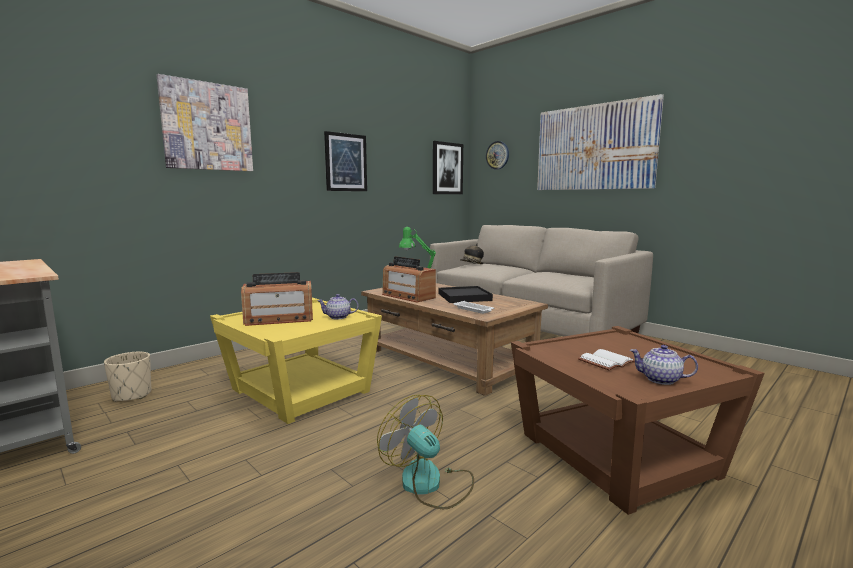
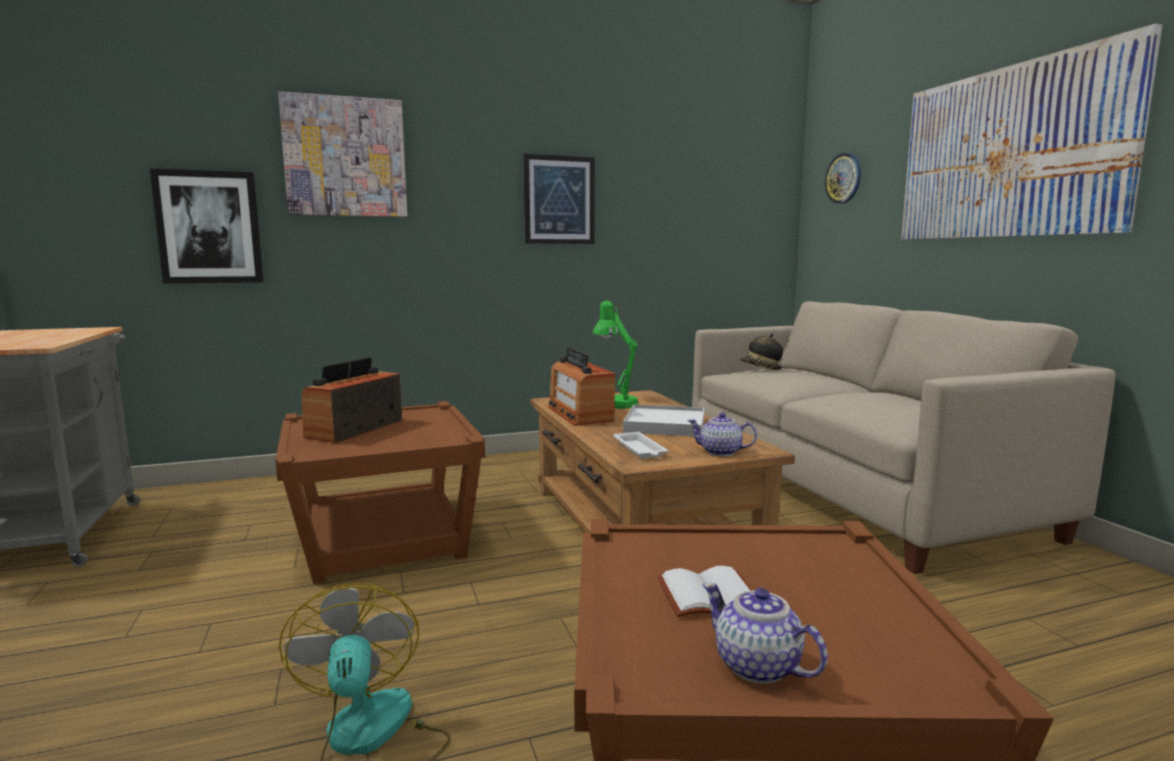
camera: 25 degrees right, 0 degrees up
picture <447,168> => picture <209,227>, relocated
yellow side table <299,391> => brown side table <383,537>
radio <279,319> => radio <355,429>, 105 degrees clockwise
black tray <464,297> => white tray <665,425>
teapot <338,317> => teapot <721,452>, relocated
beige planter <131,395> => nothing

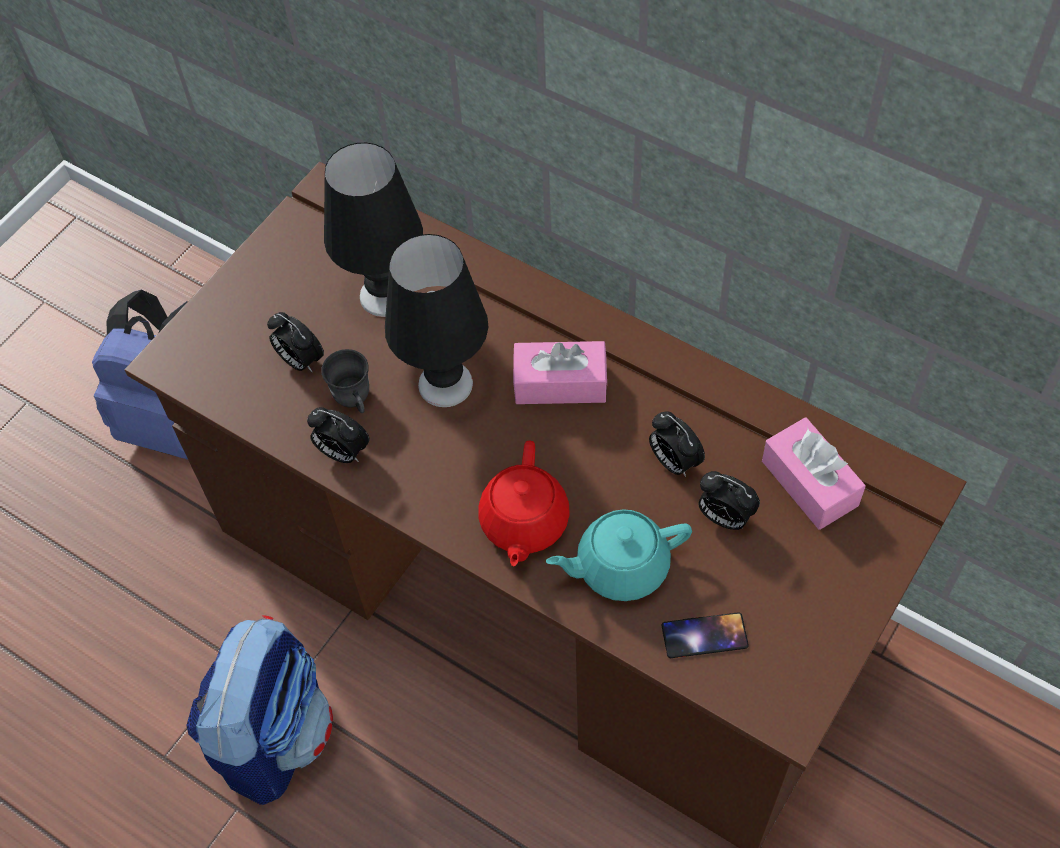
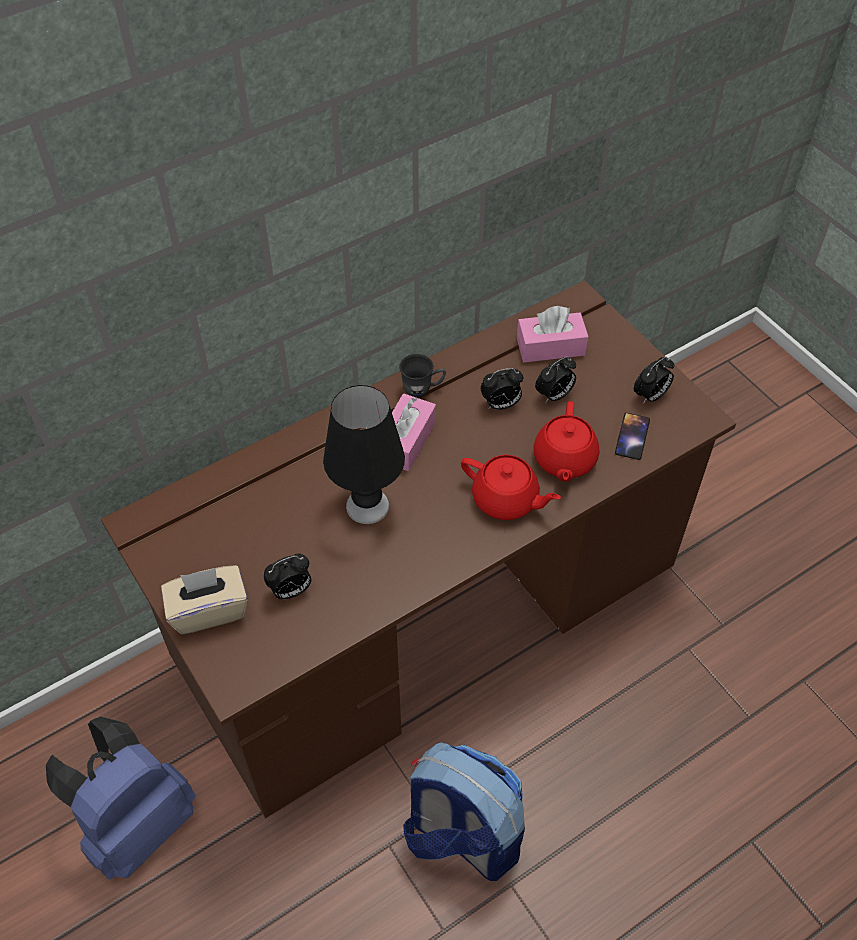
camera: 70 degrees left, 5 degrees down
nothing => beige tissue box <209,610>
grey mug <355,402> => grey mug <422,389>, relocated
turquoise teapot <620,566> => red teapot <564,460>
alarm clock <342,452> => alarm clock <650,396>, relocated
black table lamp <385,295> => nothing

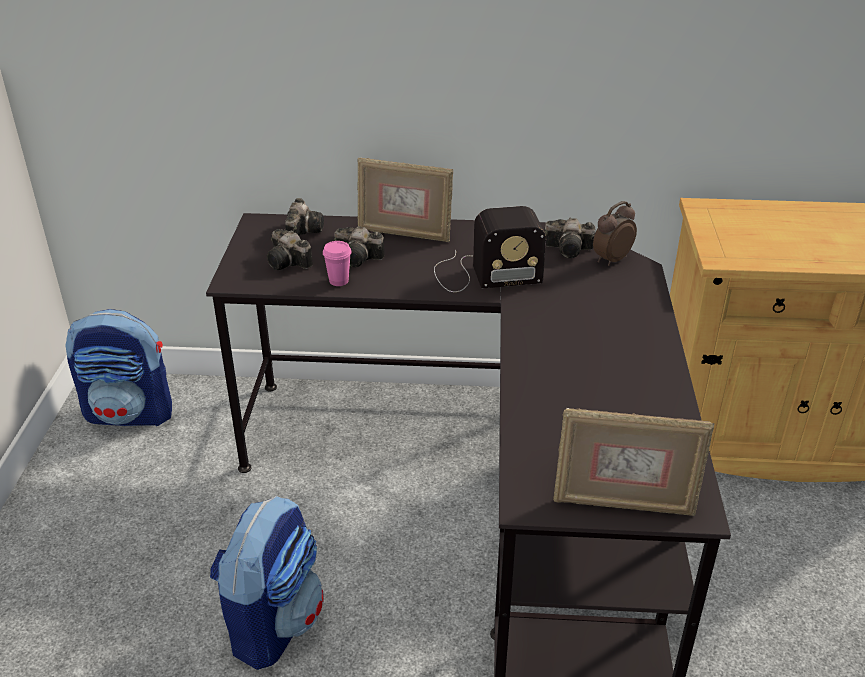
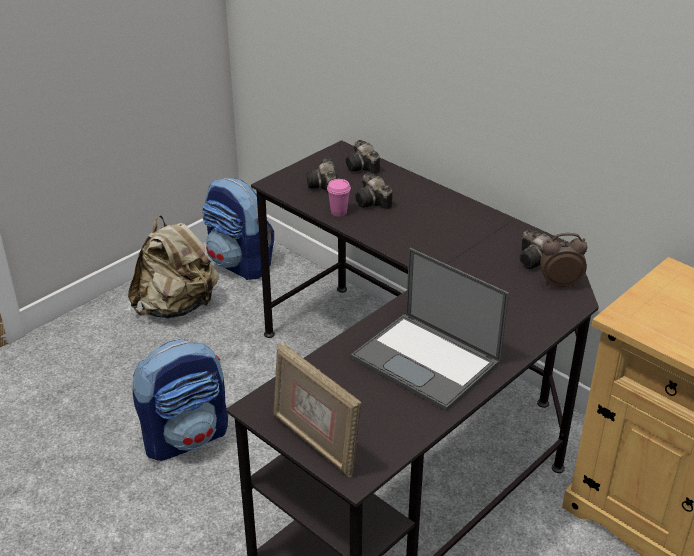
camera: 40 degrees right, 0 degrees up
nothing => beige backpack <177,307>
photo camera <303,230> => photo camera <363,168>, 105 degrees clockwise
nothing => laptop <427,361>
picture frame <404,234> => nothing
radio <483,274> => nothing

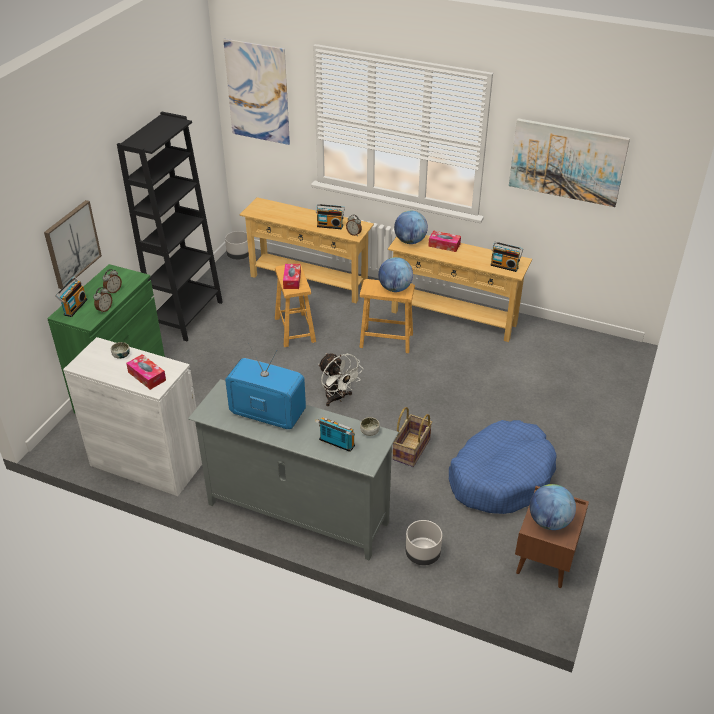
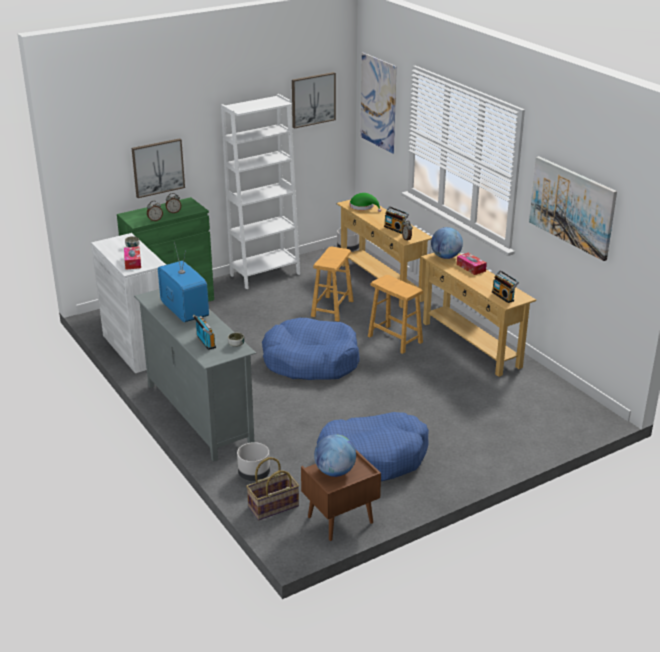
camera: 35 degrees right, 10 degrees down
black bookcase <187,316> => white bookcase <265,274>
basket <412,450> => basket <273,507>, relocated
white fan <337,398> => blue dog bed <311,361>
nothing => picture <313,99>
nothing => green hat <363,207>
radio <74,307> => nothing
tissue box <292,280> => nothing
globe <395,288> => nothing

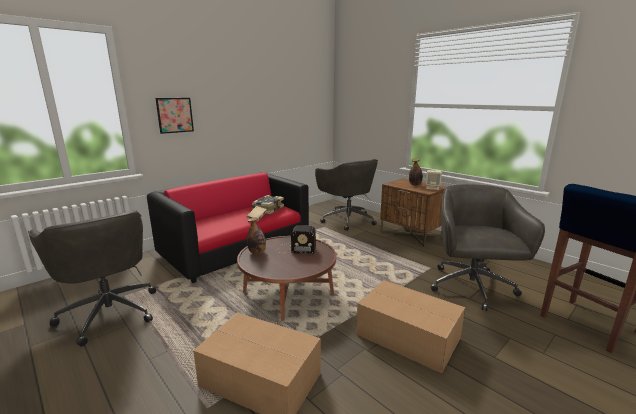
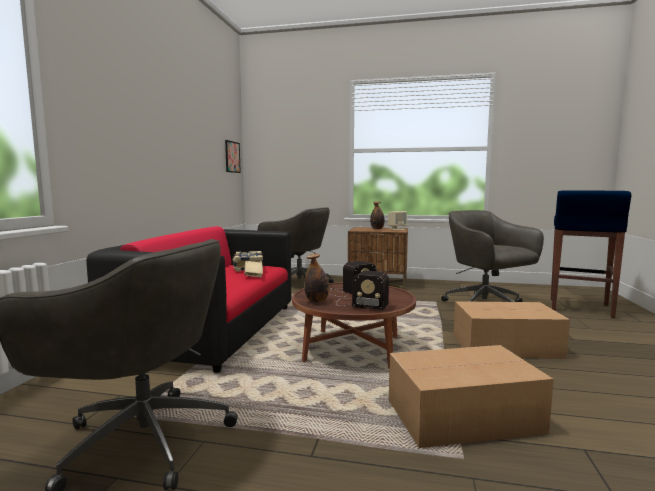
camera: 35 degrees left, 10 degrees down
picture <175,115> => picture <232,157>, relocated
nothing => radio <359,303>

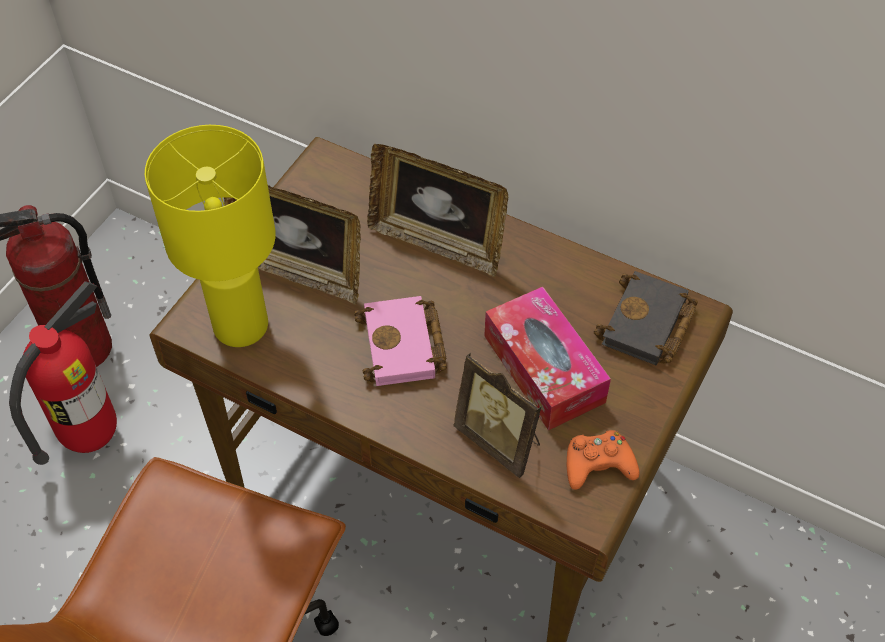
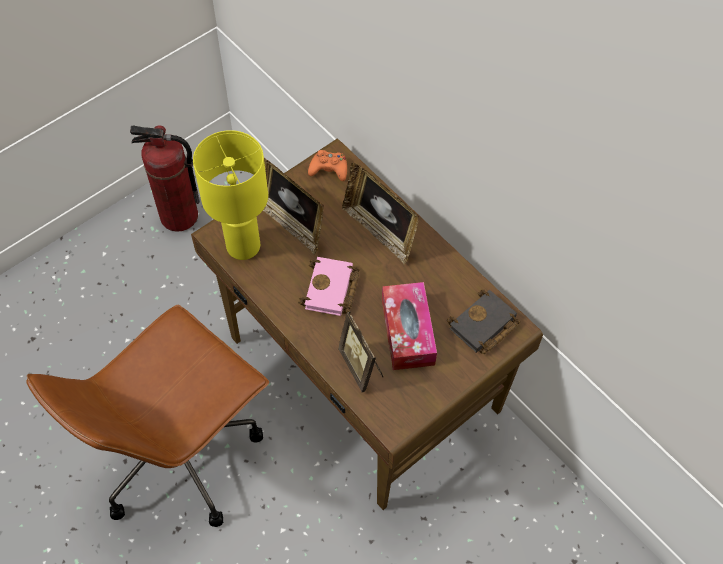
camera: 20 degrees right, 5 degrees up
orange game controller <598,464> => orange game controller <329,169>, relocated
fire extinguisher <90,436> => nothing

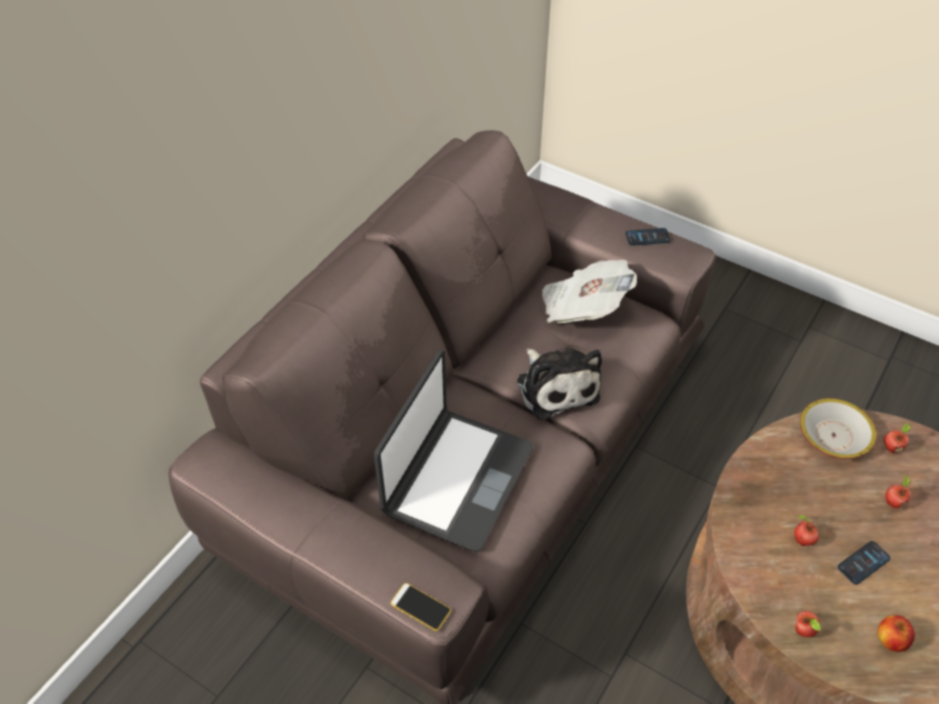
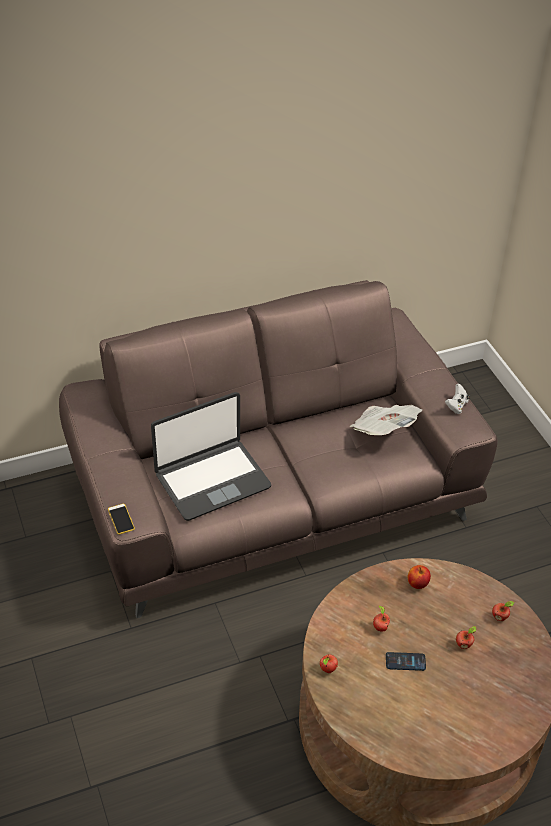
camera: 35 degrees right, 5 degrees down
apple <890,641> => apple <417,583>, relocated
phone <647,237> => white game controller <456,406>
plush toy <556,386> => nothing
bowl <833,436> => nothing

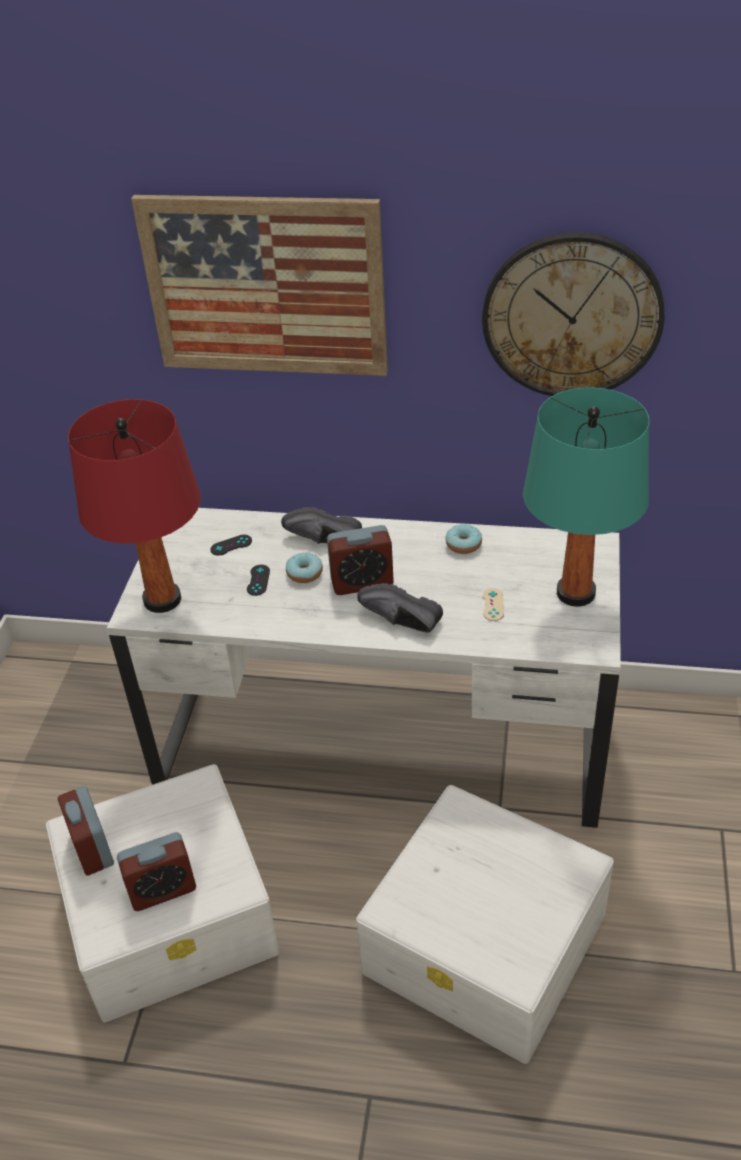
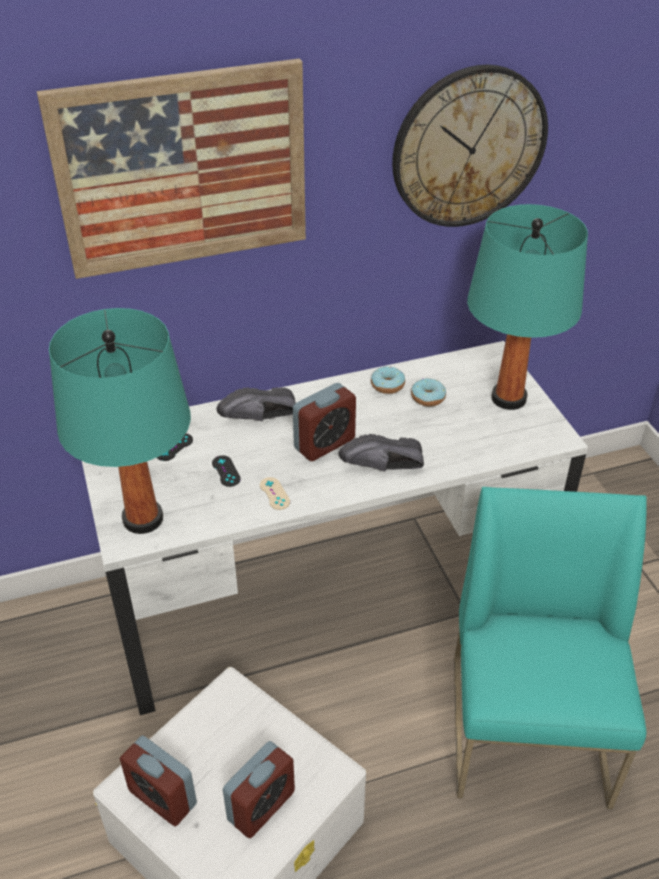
camera: 30 degrees left, 0 degrees up
red table lamp <162,600> => turquoise table lamp <143,519>
beige game controller <493,604> => beige game controller <274,493>, relocated
donut <304,573> => donut <428,398>, relocated
white storage box <486,944> => turquoise chair <530,731>

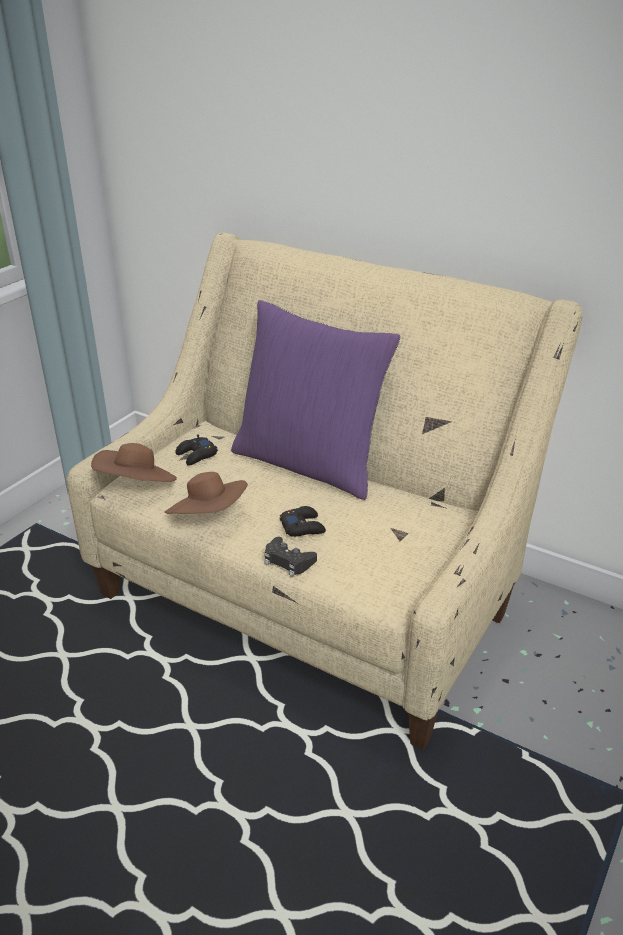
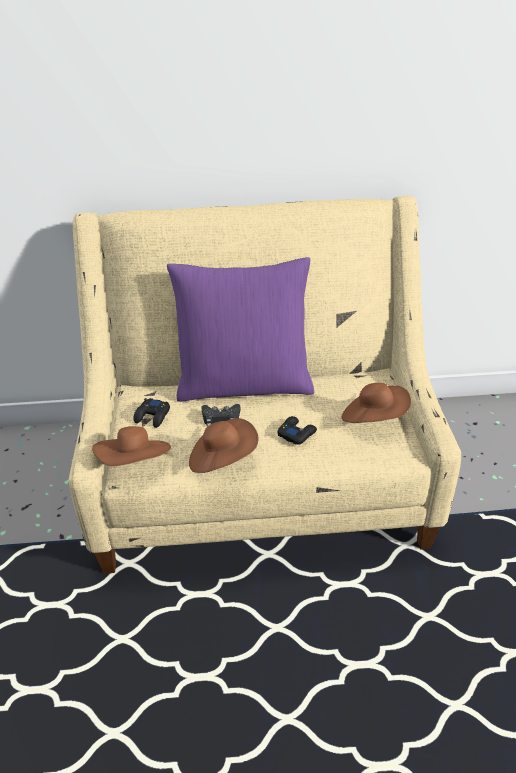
camera: 35 degrees left, 5 degrees up
black game controller <288,561> => black game controller <221,418>, relocated
nothing => brown hat <374,419>

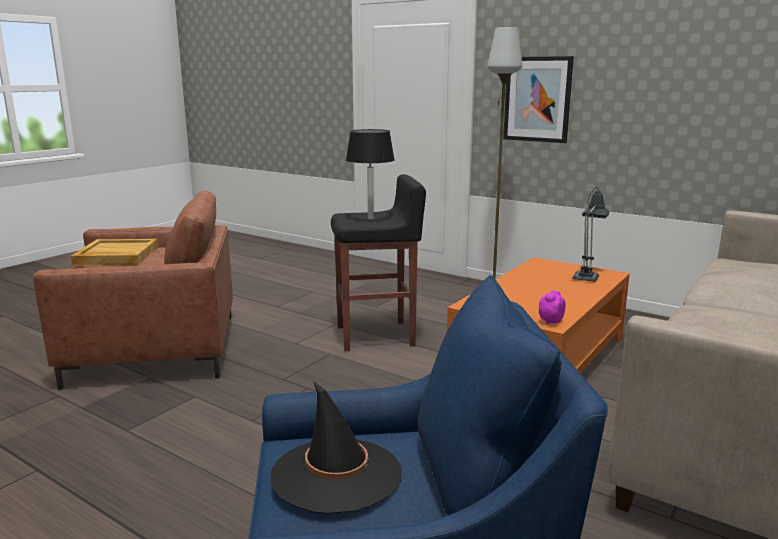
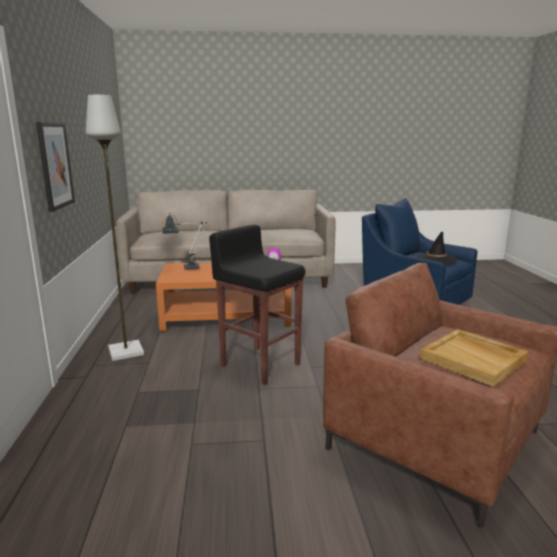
camera: 130 degrees left, 0 degrees up
black table lamp <370,219> => nothing

